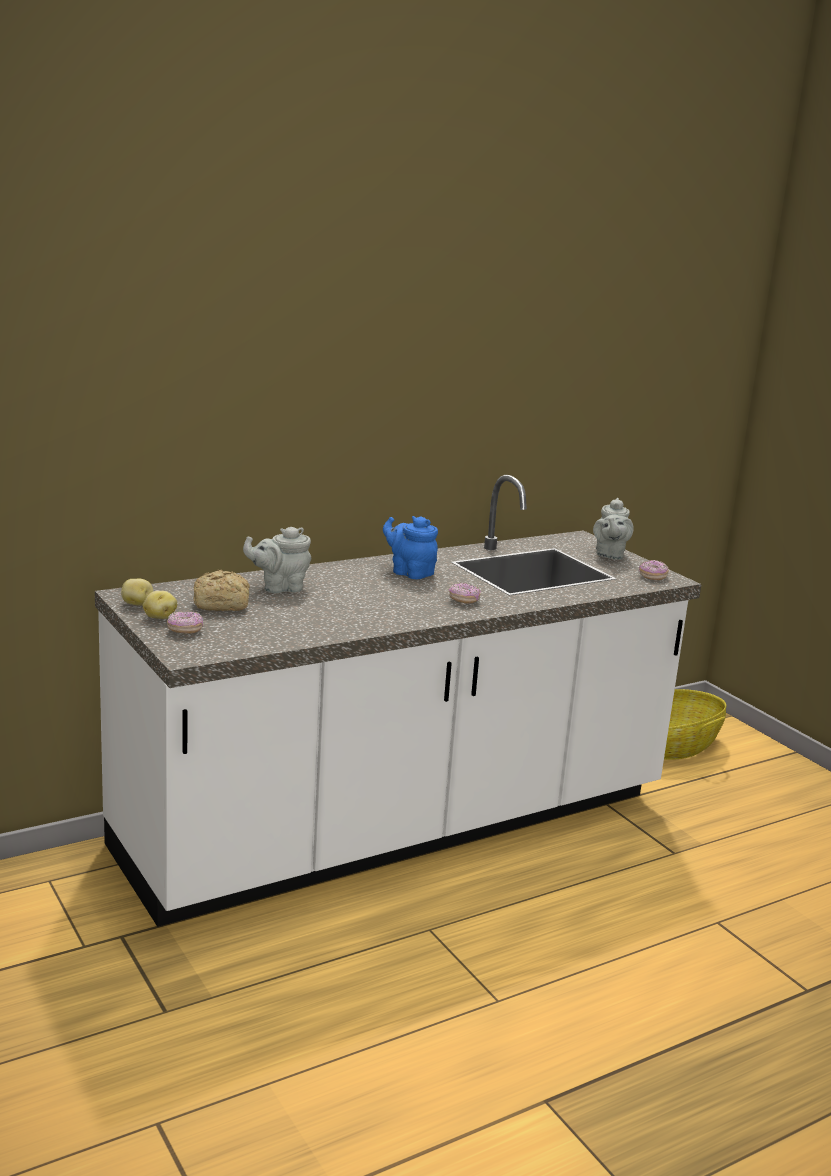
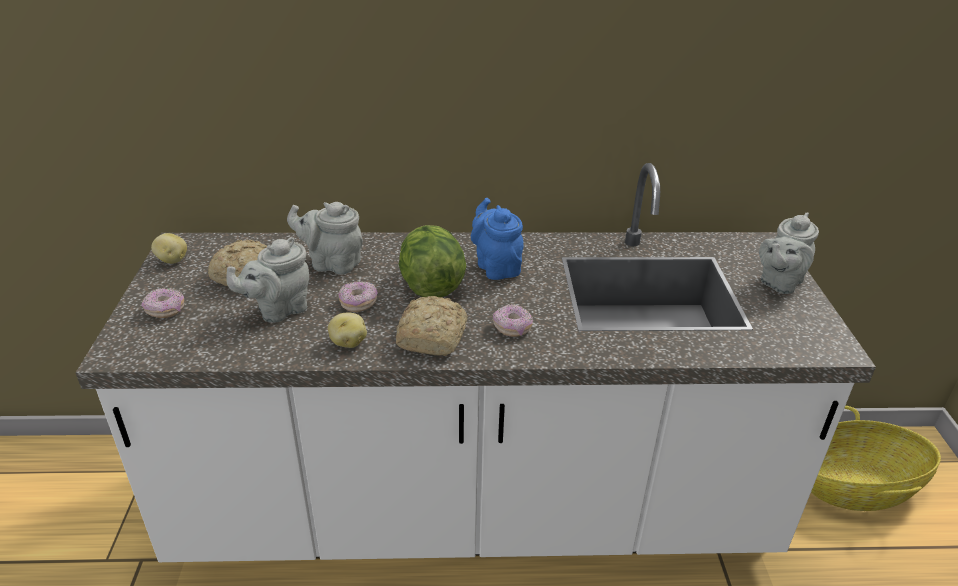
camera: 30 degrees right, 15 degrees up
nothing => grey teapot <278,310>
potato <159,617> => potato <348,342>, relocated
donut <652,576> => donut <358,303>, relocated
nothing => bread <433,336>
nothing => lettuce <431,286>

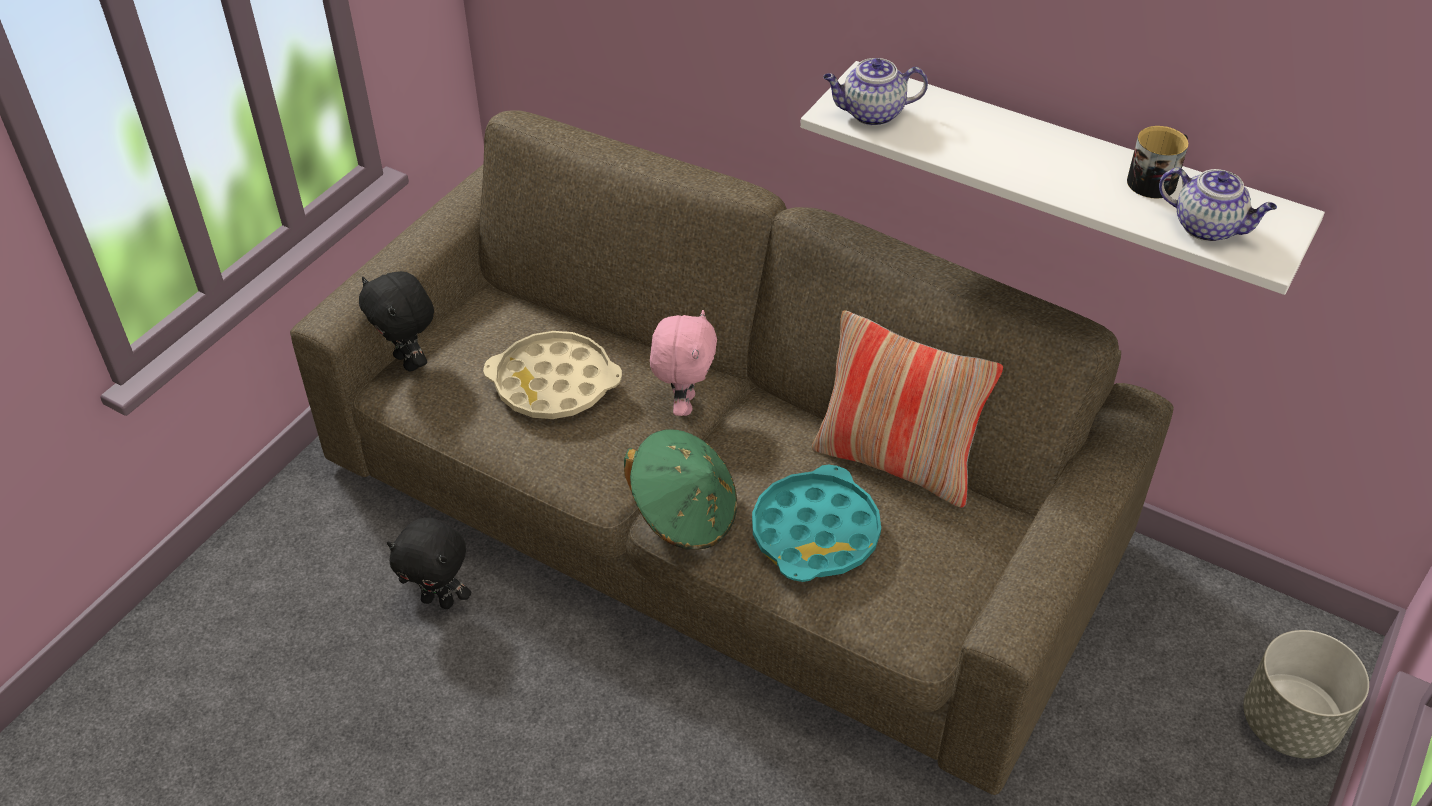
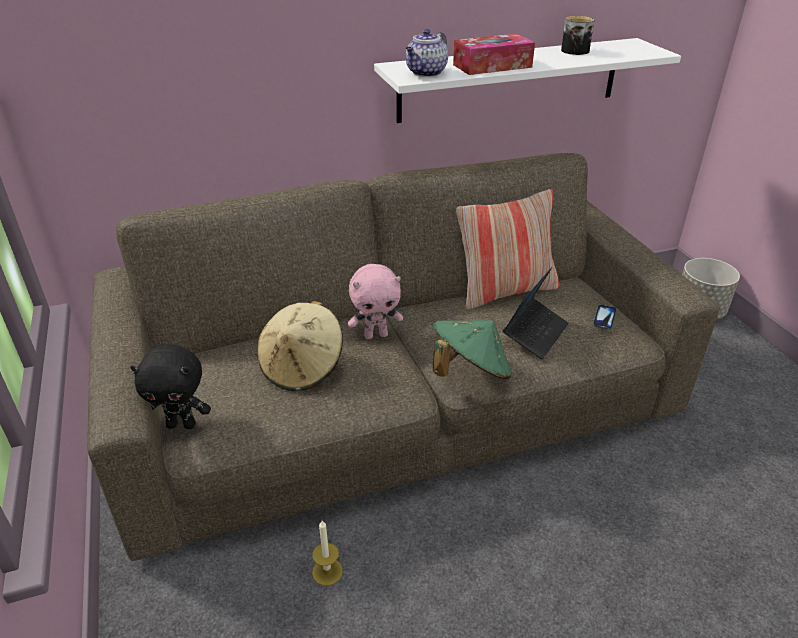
camera: 50 degrees left, 10 degrees down
beige tray <554,384> => beige hat <302,367>
black plush toy <439,600> => candle <327,571>
pink plush toy <683,404> => pink plush toy <376,335>, 120 degrees clockwise
nothing => tissue box <492,66>
turquoise tray <815,532> => laptop <535,333>
nothing => phone <604,318>
teapot <1208,227> => nothing

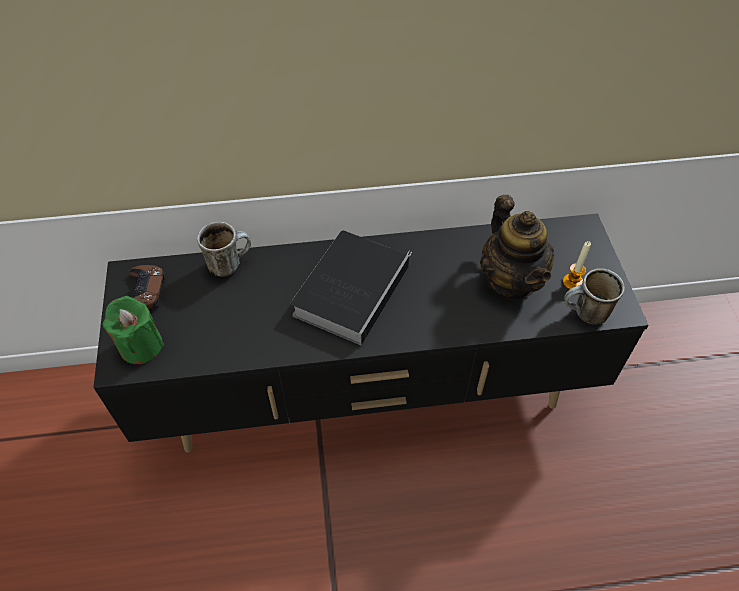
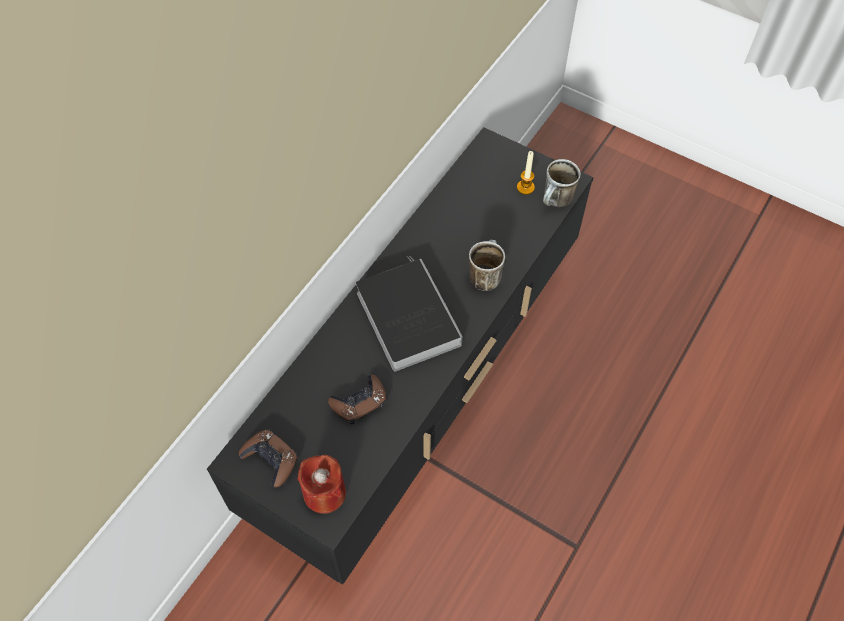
camera: 50 degrees left, 5 degrees up
green candle <140,346> => red candle <324,493>
nothing => brown game controller <359,402>
mug <229,263> => mug <484,275>, relocated
teapot <511,281> => nothing

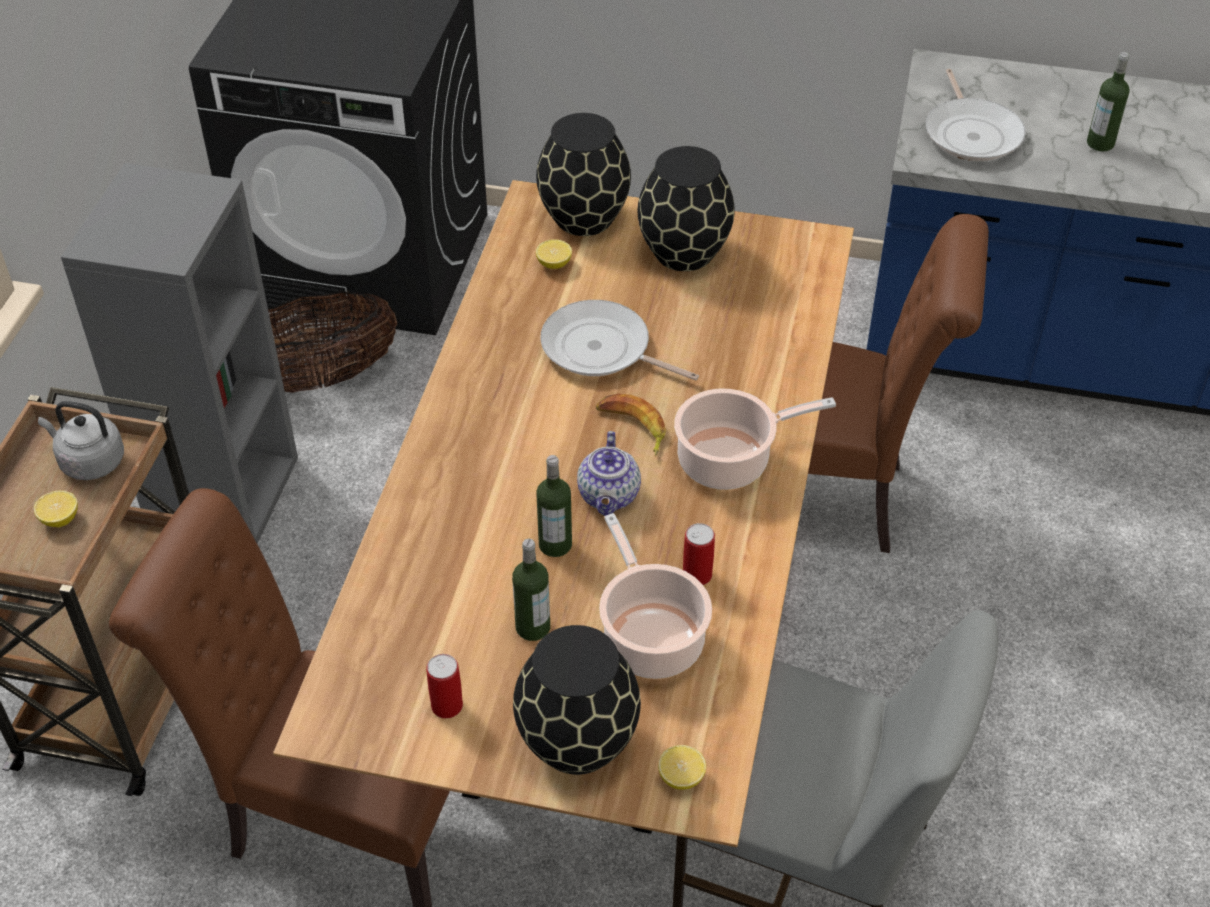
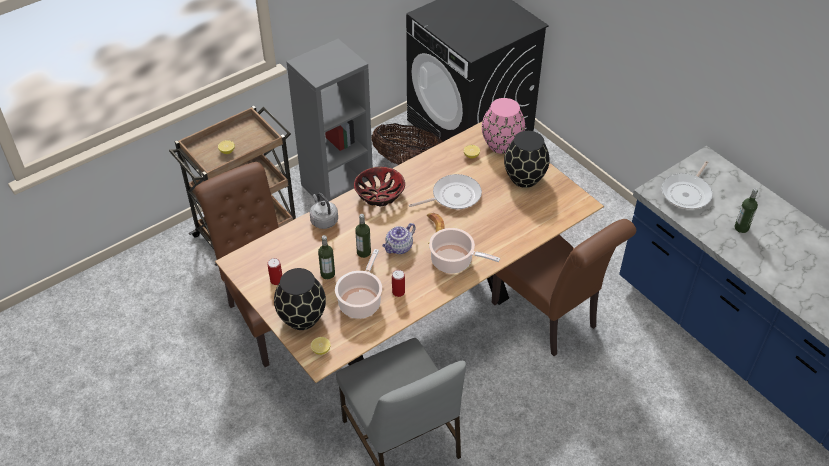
camera: 40 degrees right, 0 degrees up
grey kettle <89,461> => grey kettle <323,220>, relocated
nothing => bowl <379,194>
frying pan <601,350> => frying pan <453,196>, 90 degrees clockwise
black vase <584,219> => pink vase <501,145>

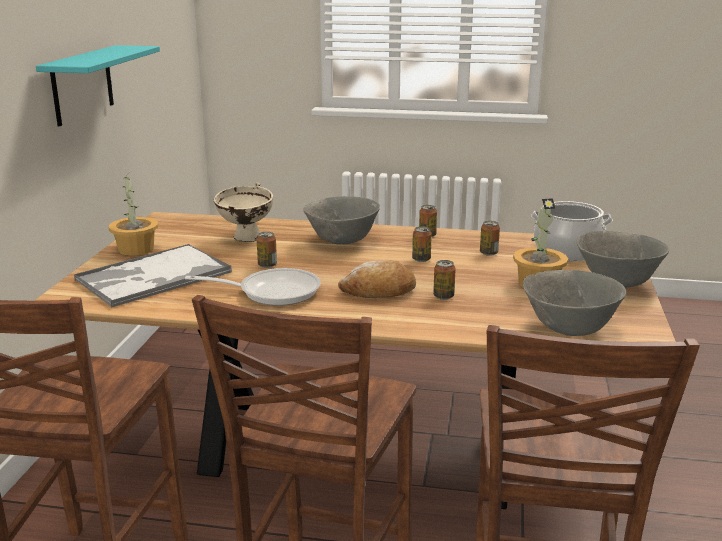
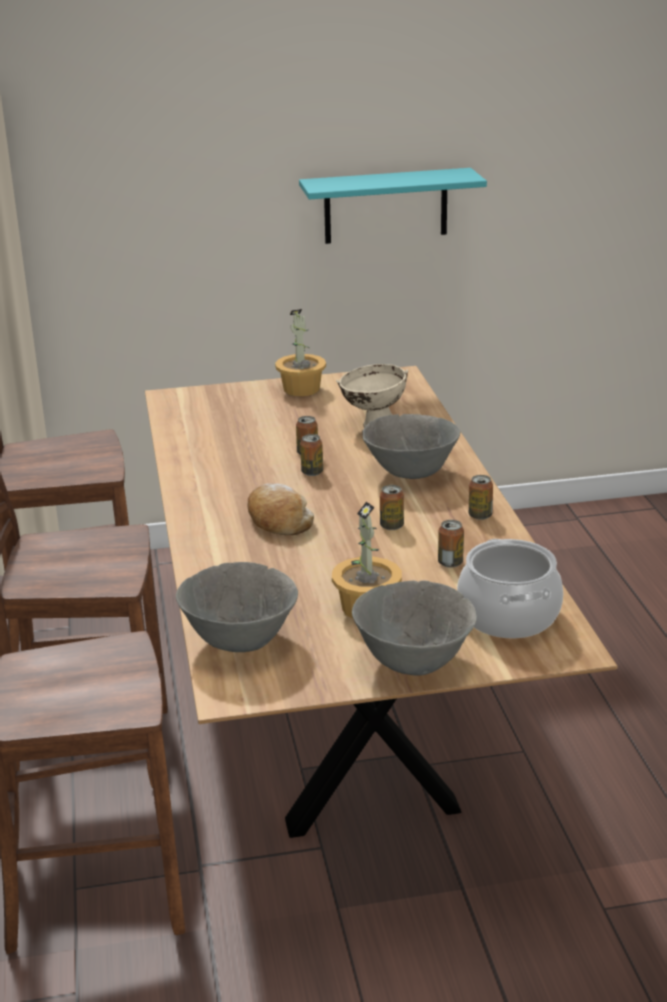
camera: 70 degrees right, 5 degrees up
can <443,296> => can <312,472>, relocated
tray <153,277> => nothing
frying pan <272,292> => nothing

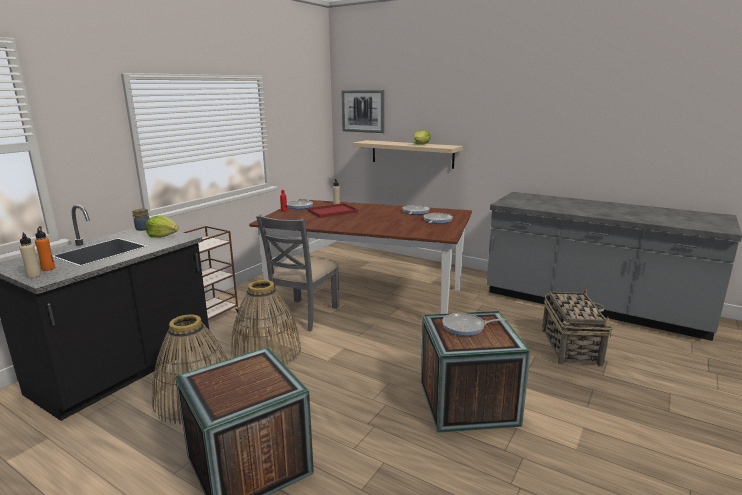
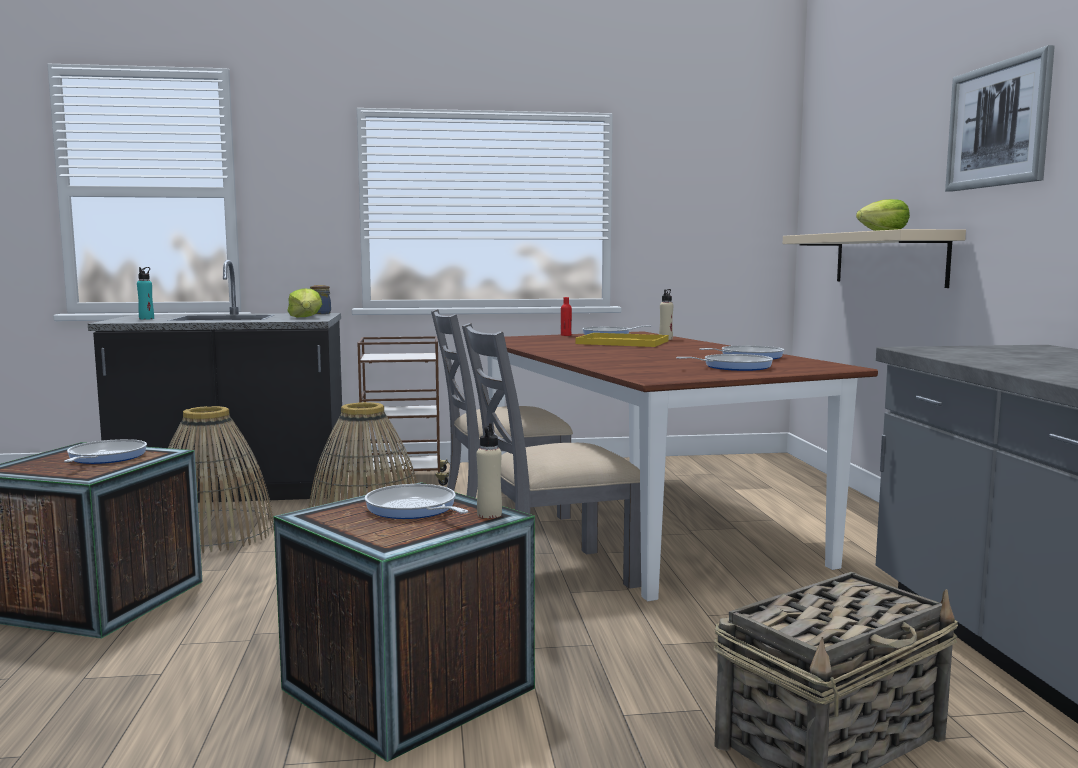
camera: 50 degrees right, 10 degrees down
nothing => frying pan <105,458>
orange bottle <48,268> => turquoise bottle <146,319>
nothing => grey chair <552,575>
beige bottle <34,275> => beige bottle <489,514>, relocated
red tray <332,212> => yellow tray <620,342>
picture <363,111> => picture <998,125>, relocated

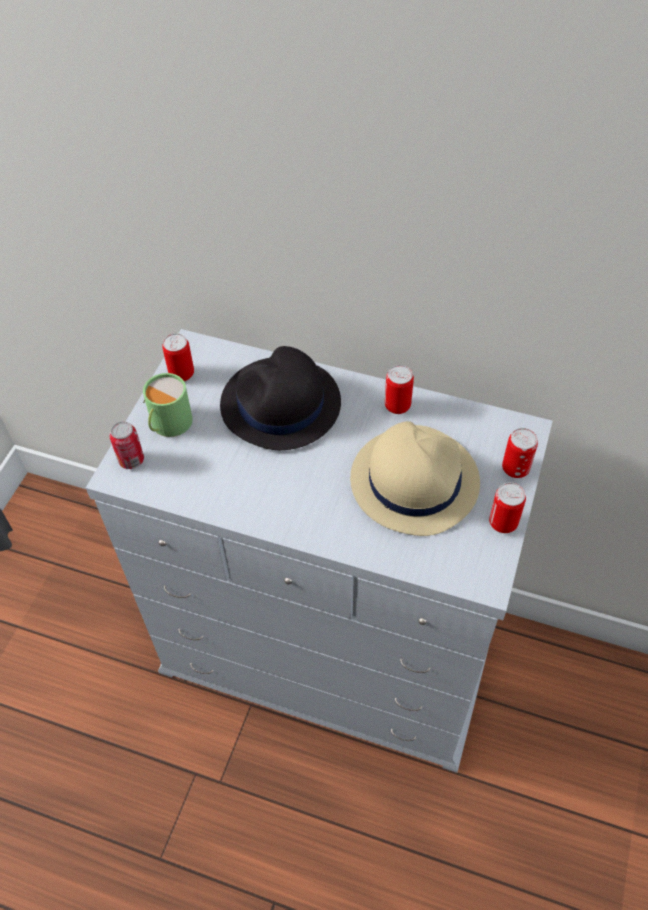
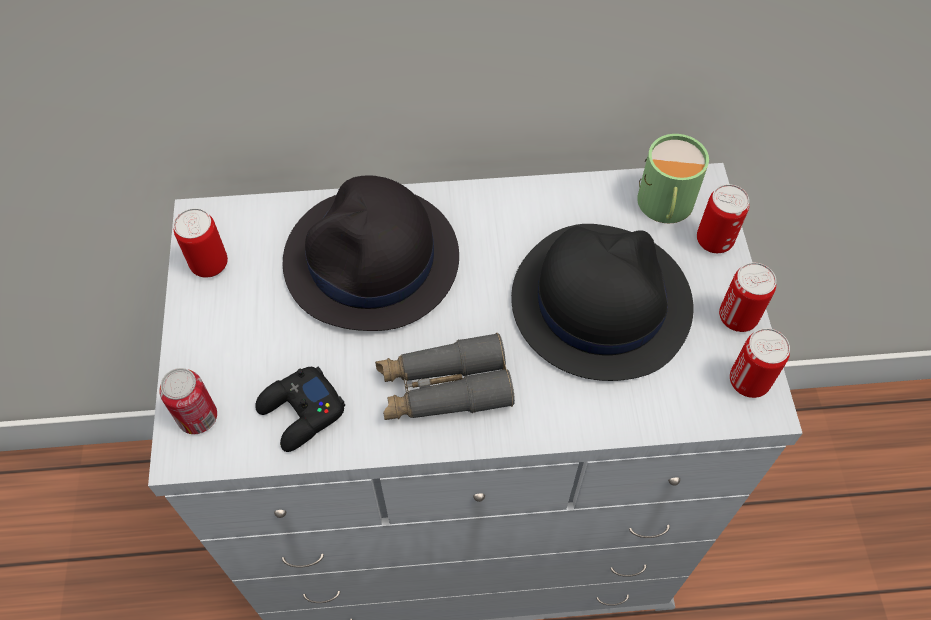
camera: 25 degrees left, 5 degrees up
nothing => black game controller <301,413>
nothing => grey binoculars <443,388>
beige hat <414,480> => black hat <599,301>
green mug <168,423> => green mug <664,206>, relocated
can <397,406> => can <748,382>, relocated

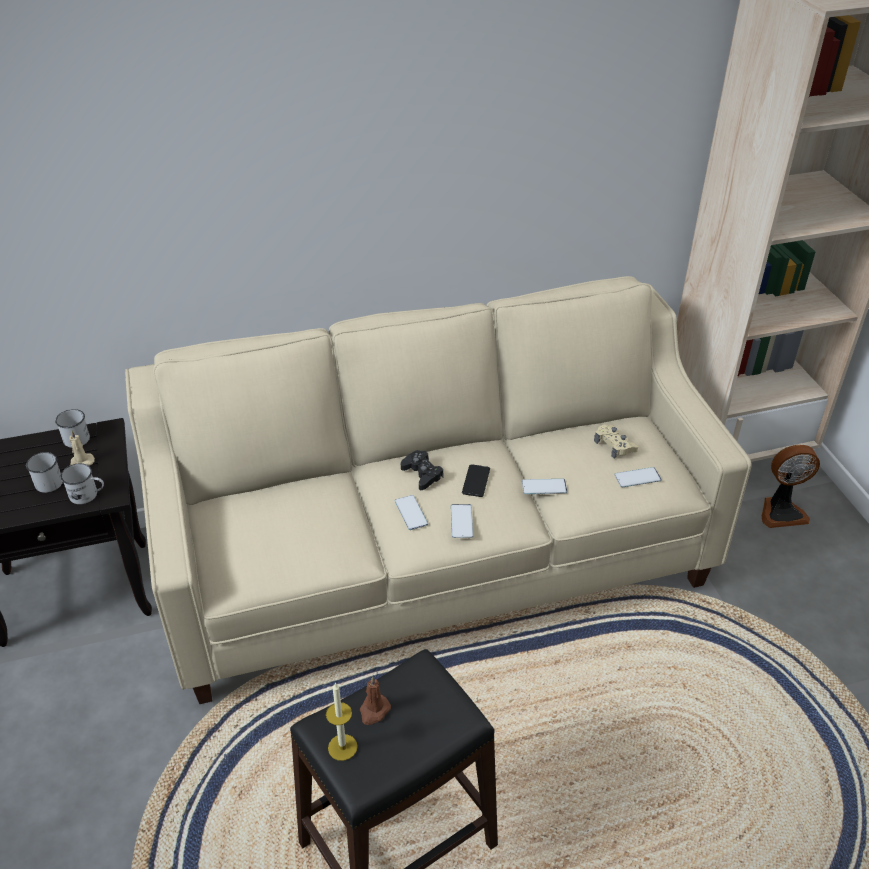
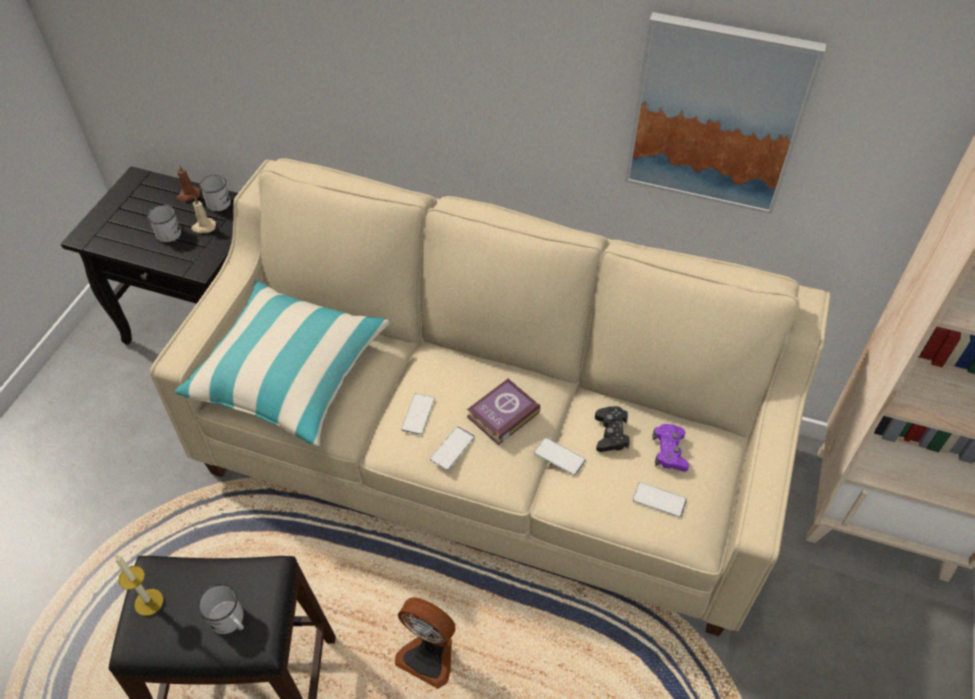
camera: 35 degrees right, 10 degrees up
nothing => pillow <289,373>
brown candle <374,711> => brown candle <188,195>, relocated
white mug <88,495> => white mug <230,621>, relocated
fan <781,512> => fan <429,655>, relocated
phone <476,481> => book <501,415>
black game controller <422,474> => black game controller <611,433>, relocated
nothing => picture <717,115>
beige game controller <614,445> => purple game controller <669,451>

